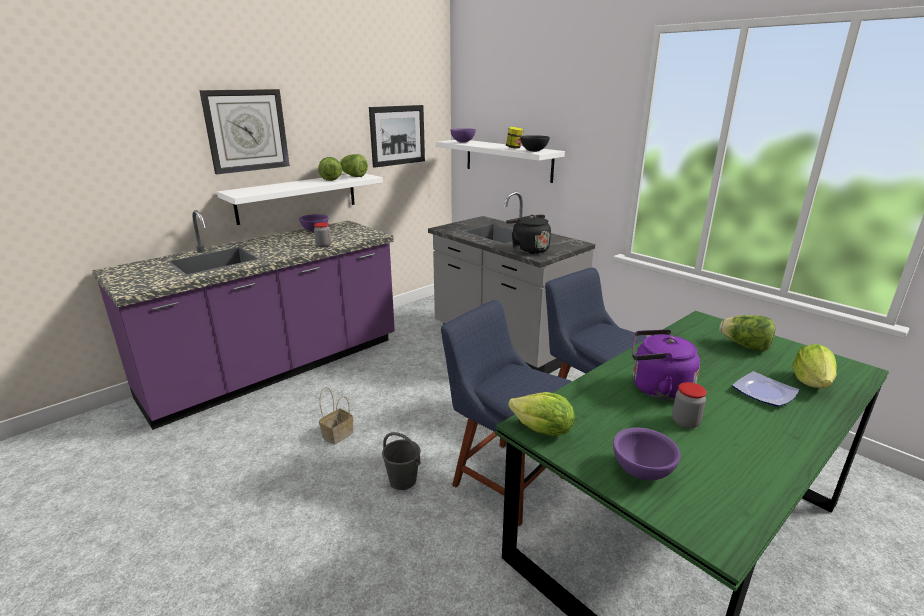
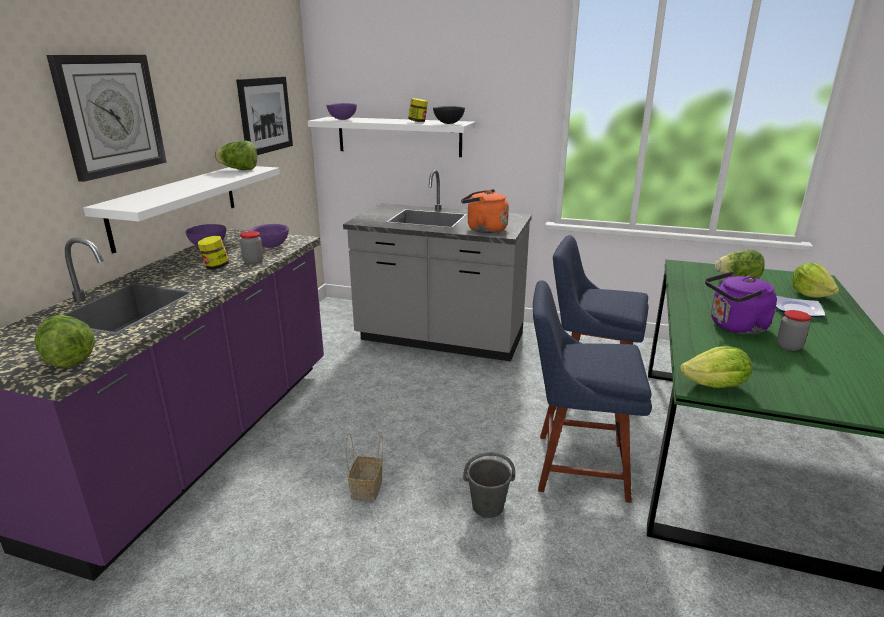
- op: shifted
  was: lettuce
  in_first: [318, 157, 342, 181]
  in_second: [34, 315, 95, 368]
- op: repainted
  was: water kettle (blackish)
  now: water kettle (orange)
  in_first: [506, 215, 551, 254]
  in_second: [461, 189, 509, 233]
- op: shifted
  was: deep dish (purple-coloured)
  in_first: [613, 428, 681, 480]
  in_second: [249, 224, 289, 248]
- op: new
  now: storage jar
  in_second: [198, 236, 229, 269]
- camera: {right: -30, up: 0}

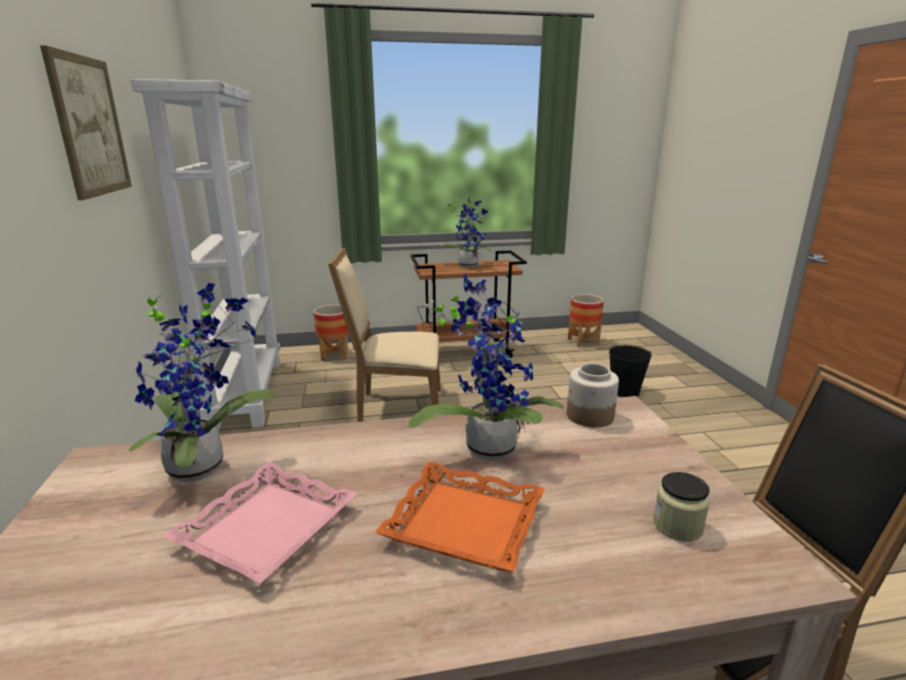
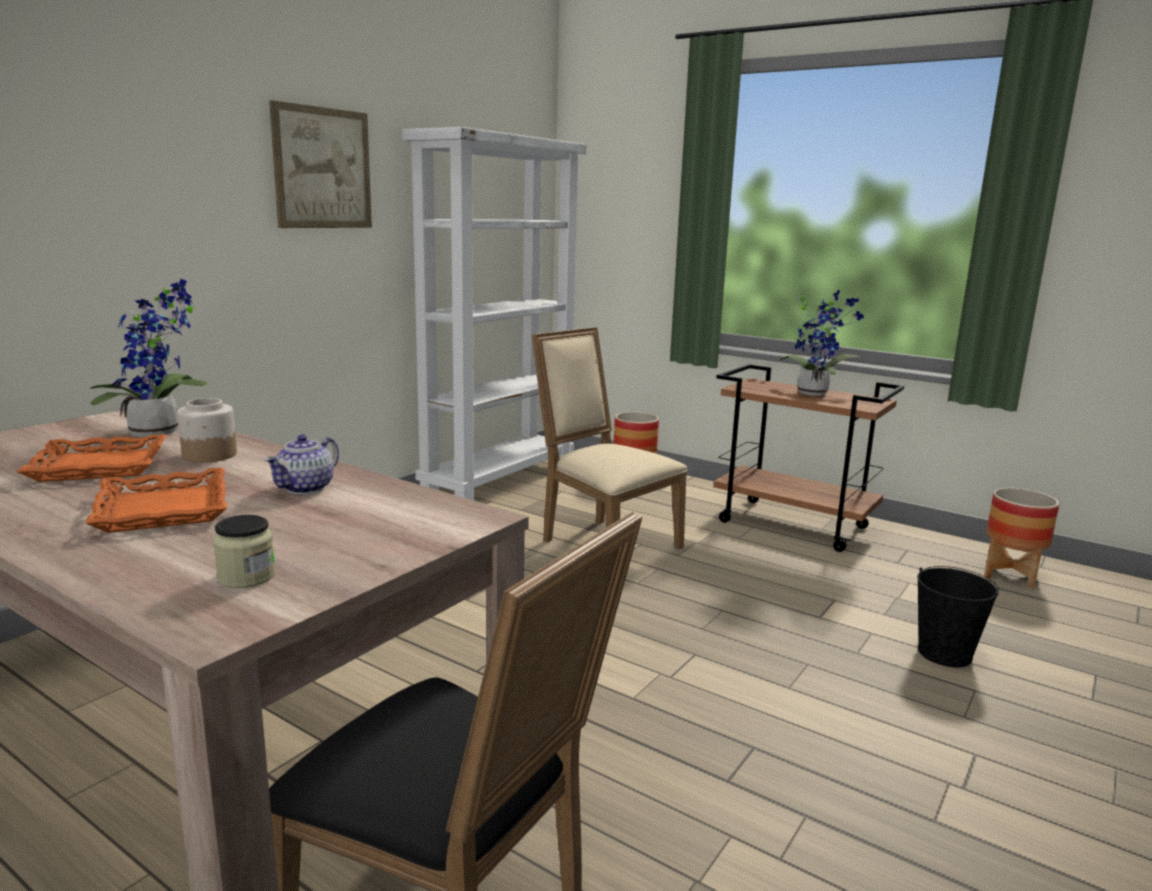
- op: swapped
  was: houseplant
  now: pot for tea
  in_first: [409, 274, 564, 461]
  in_second: [264, 435, 339, 494]
- op: shifted
  was: storage jar
  in_first: [567, 364, 619, 427]
  in_second: [177, 398, 237, 463]
- op: repainted
  was: tray (pinkish)
  now: tray (orange)
  in_first: [163, 462, 358, 583]
  in_second: [17, 434, 167, 482]
- camera: {right: 45, up: -5}

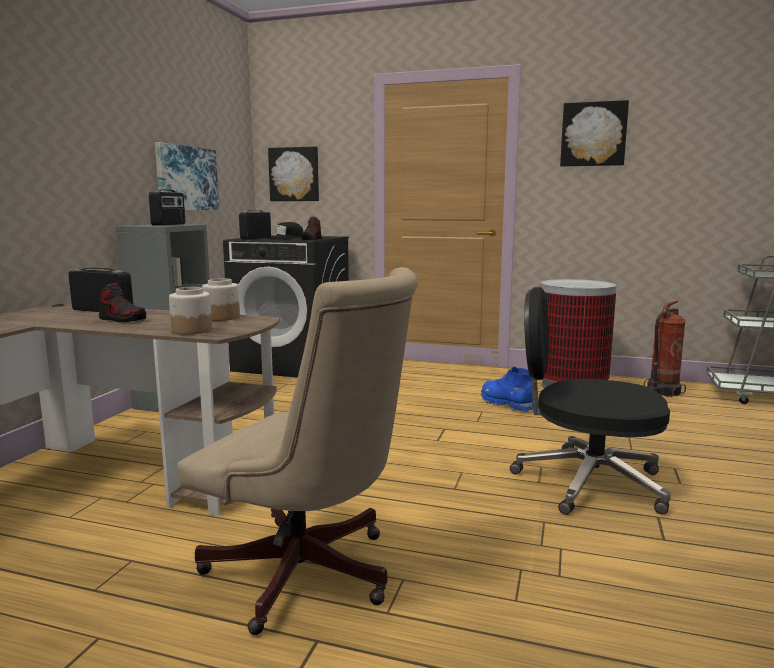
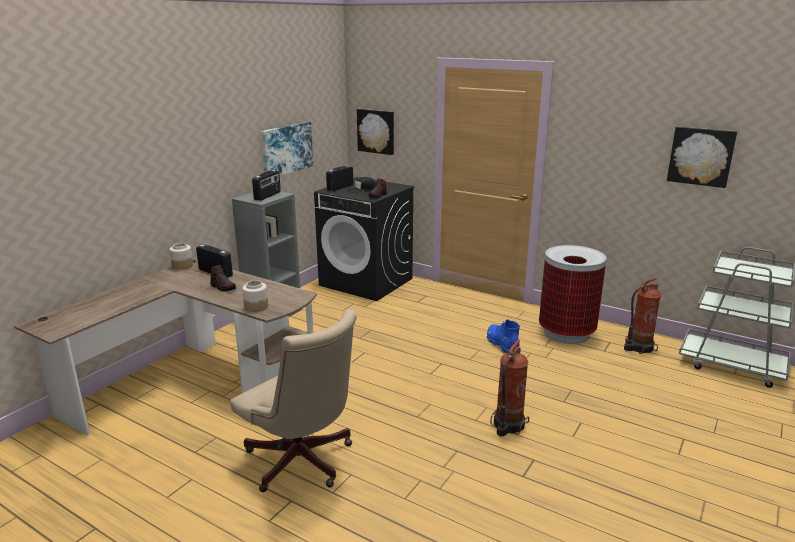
- op: shifted
  was: wall picture
  in_first: [560, 100, 629, 166]
  in_second: [667, 127, 737, 188]
- op: shifted
  was: storage jar
  in_first: [202, 278, 240, 321]
  in_second: [169, 243, 193, 269]
- op: swapped
  was: office chair (blackish)
  now: extinguisher
  in_first: [510, 287, 671, 515]
  in_second: [490, 340, 529, 437]
- camera: {right: 15, up: 10}

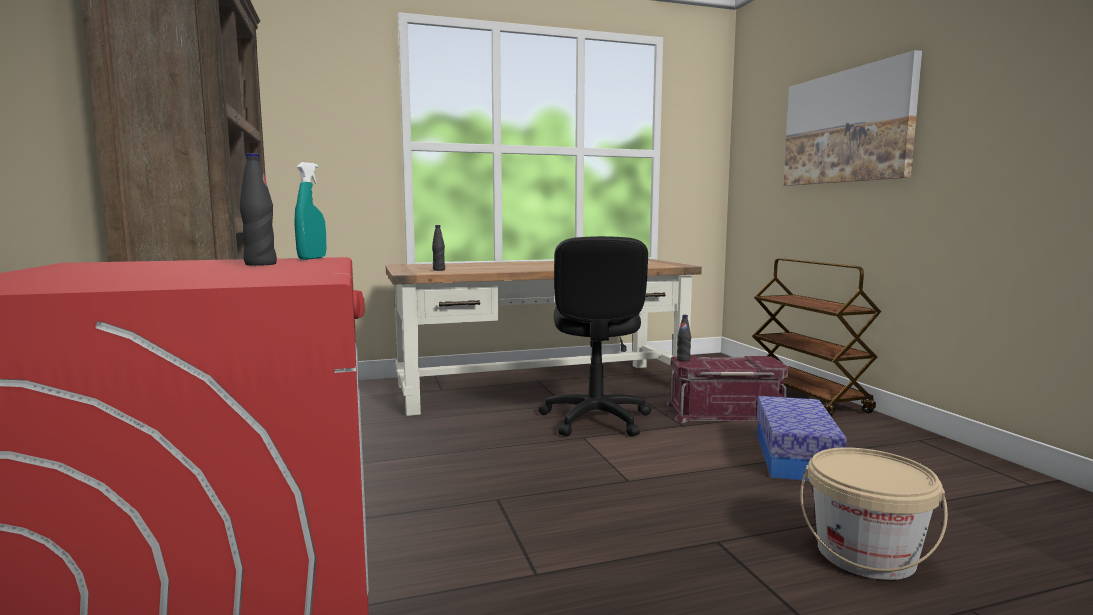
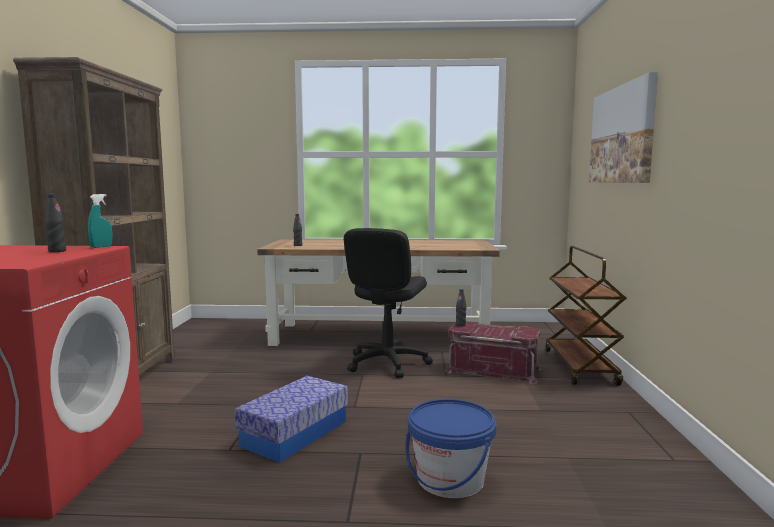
- op: shifted
  was: storage container
  in_first: [757, 396, 847, 481]
  in_second: [235, 376, 348, 462]
- op: repainted
  was: pail (beige)
  now: pail (blue)
  in_first: [800, 447, 948, 580]
  in_second: [405, 399, 496, 498]
- camera: {right: 20, up: 0}

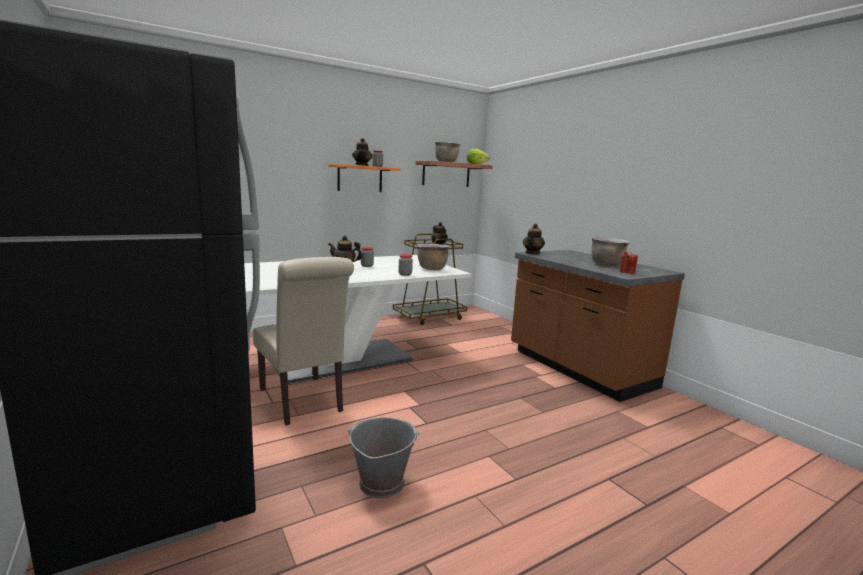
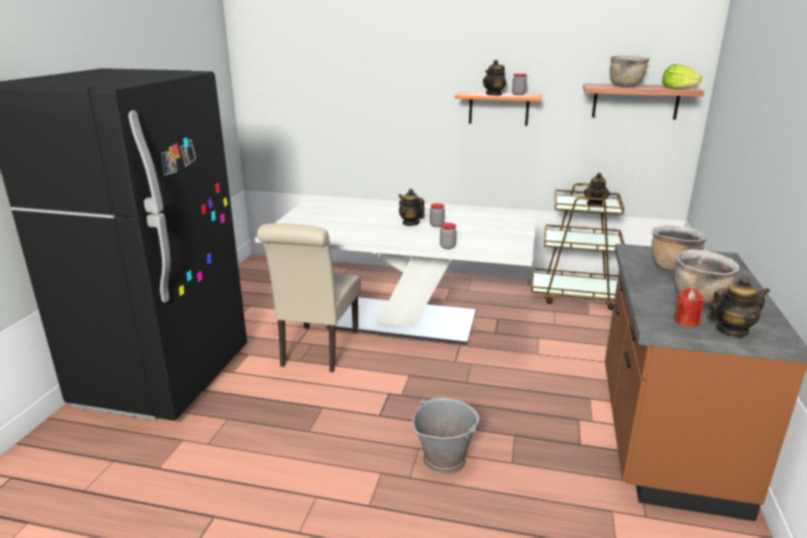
- op: shifted
  was: pot for tea
  in_first: [523, 223, 545, 254]
  in_second: [707, 276, 770, 337]
- op: shifted
  was: cooking pot (brown-coloured)
  in_first: [417, 244, 450, 270]
  in_second: [651, 225, 707, 272]
- op: shifted
  was: pail (greyish)
  in_first: [347, 417, 420, 498]
  in_second: [413, 398, 479, 475]
- camera: {right: 45, up: 10}

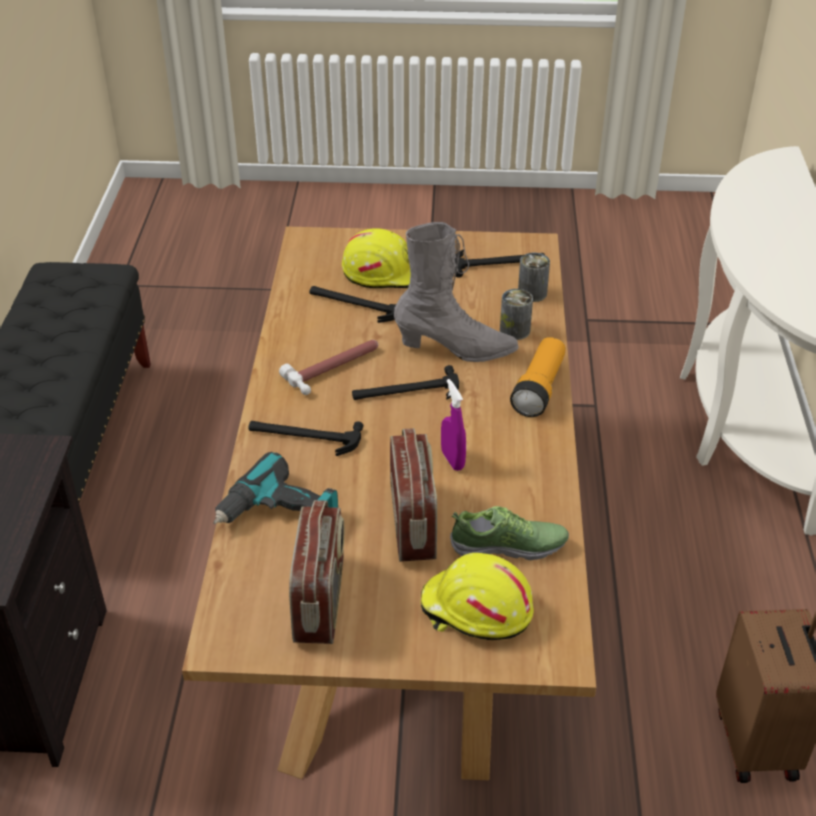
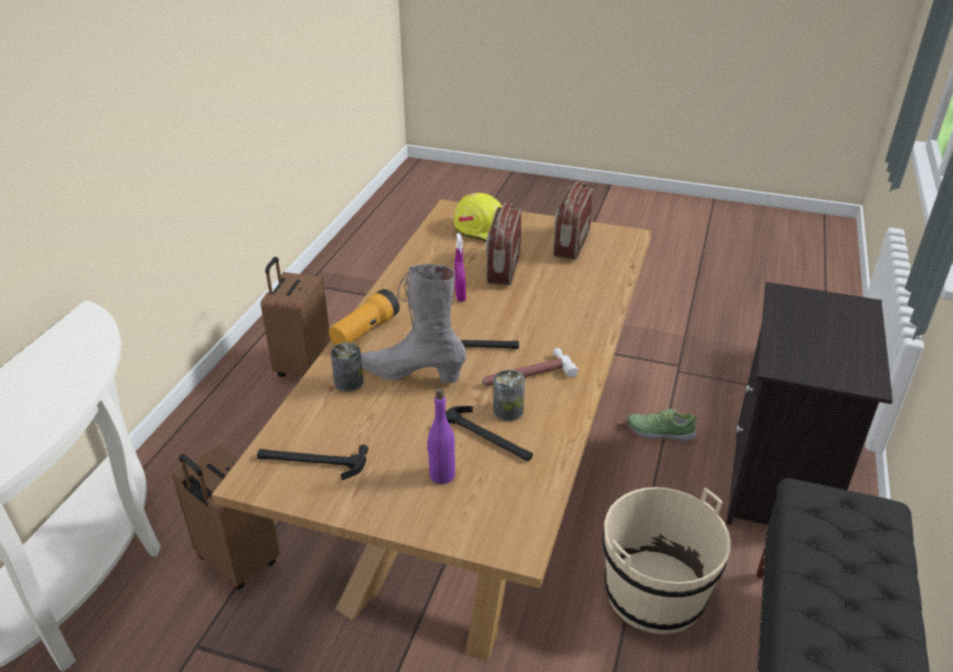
- op: swapped
  was: hard hat (yellow-coloured)
  now: drink bottle (purple-coloured)
  in_first: [342, 228, 411, 288]
  in_second: [427, 388, 455, 484]
- op: shifted
  was: sealed can
  in_first: [518, 253, 550, 302]
  in_second: [493, 370, 525, 421]
- op: gone
  was: hammer
  in_first: [249, 421, 364, 456]
- op: gone
  was: electric drill
  in_first: [213, 452, 338, 524]
- op: shifted
  was: low shoe
  in_first: [450, 506, 569, 560]
  in_second: [627, 408, 698, 442]
- op: new
  now: suitcase (brown-coloured)
  in_second: [172, 445, 280, 590]
- op: new
  now: pail (beige)
  in_second: [602, 487, 731, 634]
- camera: {right: -165, up: -5}

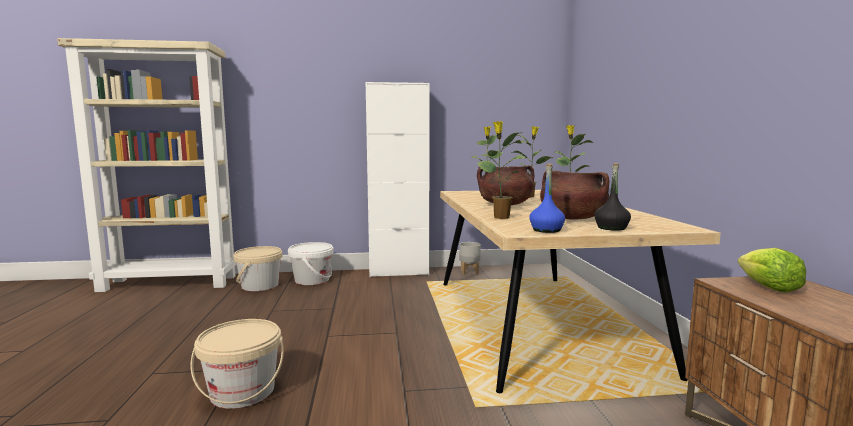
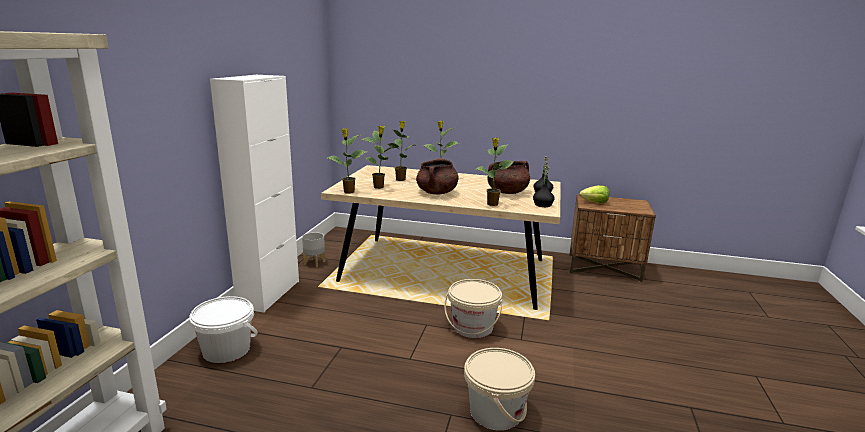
- op: repainted
  was: drink bottle (blue)
  now: drink bottle (blackish)
  in_first: [529, 164, 565, 233]
  in_second: [533, 165, 555, 207]
- op: shifted
  was: pail (beige)
  in_first: [233, 246, 283, 291]
  in_second: [444, 279, 502, 338]
- op: new
  now: houseplant
  in_second: [327, 128, 367, 194]
- camera: {right: -70, up: 10}

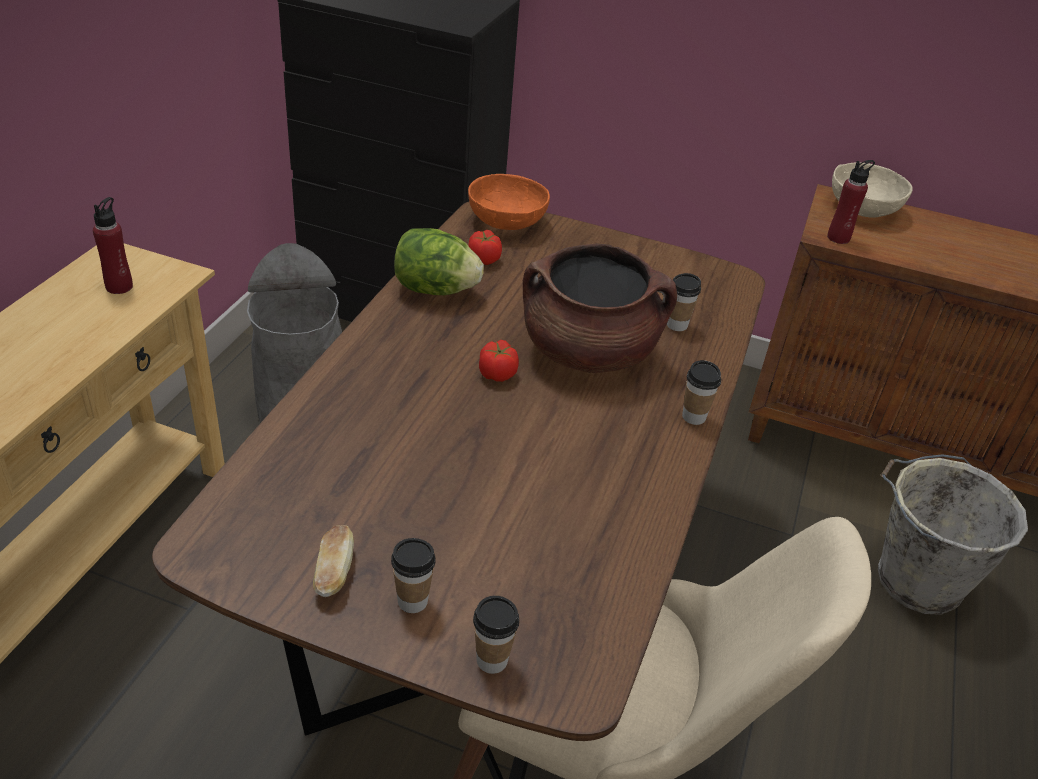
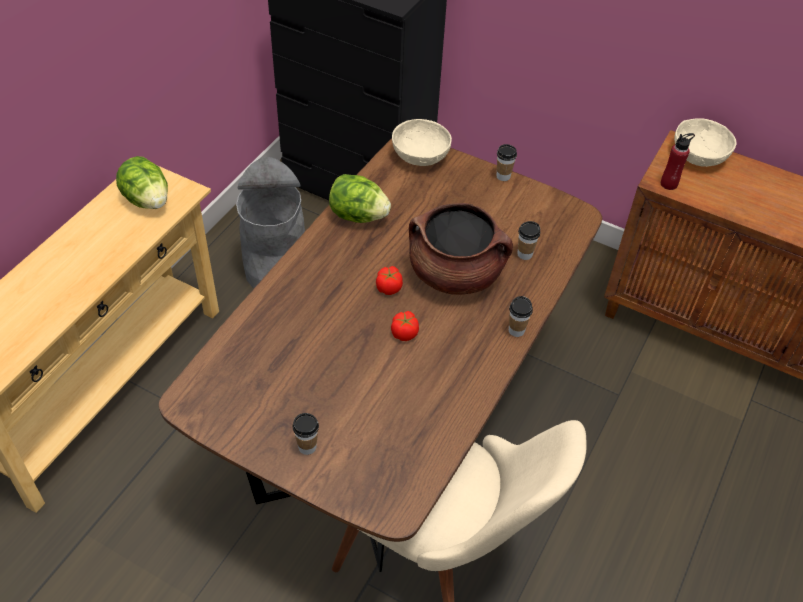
- op: repainted
  was: deep dish (orange)
  now: deep dish (beige)
  in_first: [468, 174, 550, 230]
  in_second: [392, 119, 452, 166]
- op: swapped
  was: drink bottle (red-coloured)
  now: lettuce
  in_first: [93, 197, 133, 294]
  in_second: [116, 156, 168, 209]
- op: shifted
  was: fresh tomato
  in_first: [468, 230, 502, 265]
  in_second: [391, 311, 419, 341]
- op: gone
  was: pail (greyish)
  in_first: [878, 454, 1028, 615]
- op: gone
  was: baked bread
  in_first: [313, 525, 354, 597]
- op: shifted
  was: cup
  in_first: [473, 596, 519, 674]
  in_second: [497, 144, 517, 181]
- camera: {right: 10, up: 10}

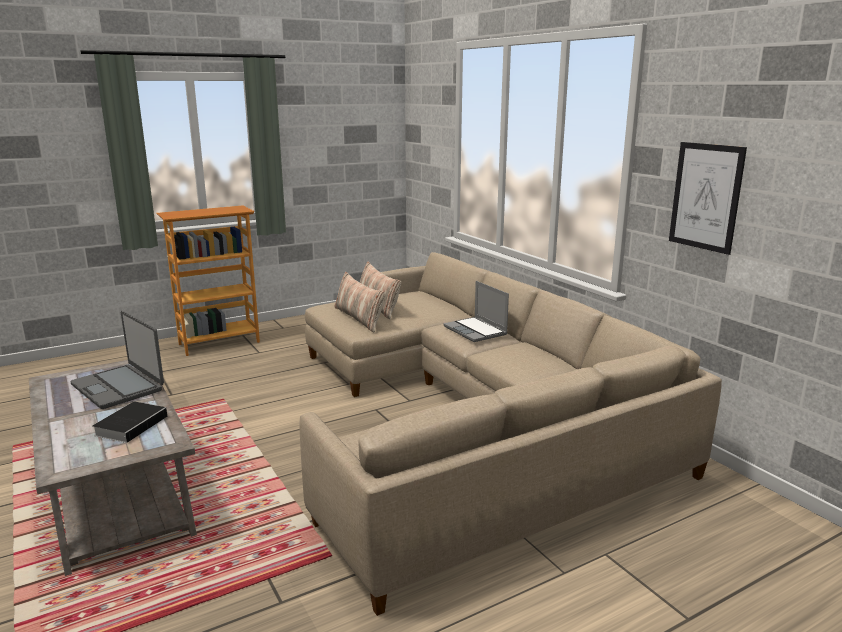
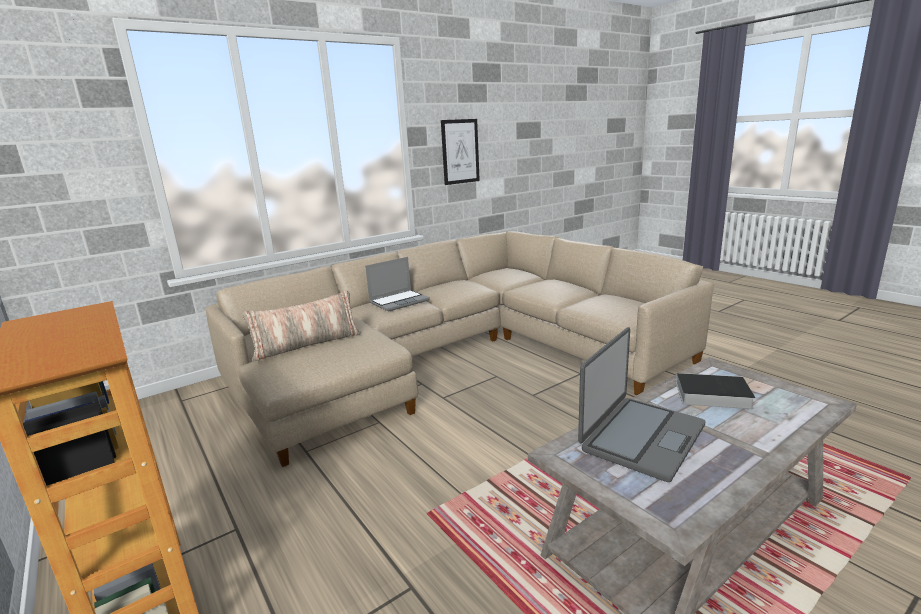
- op: gone
  was: cushion
  in_first: [334, 272, 385, 332]
- camera: {right: -95, up: 0}

